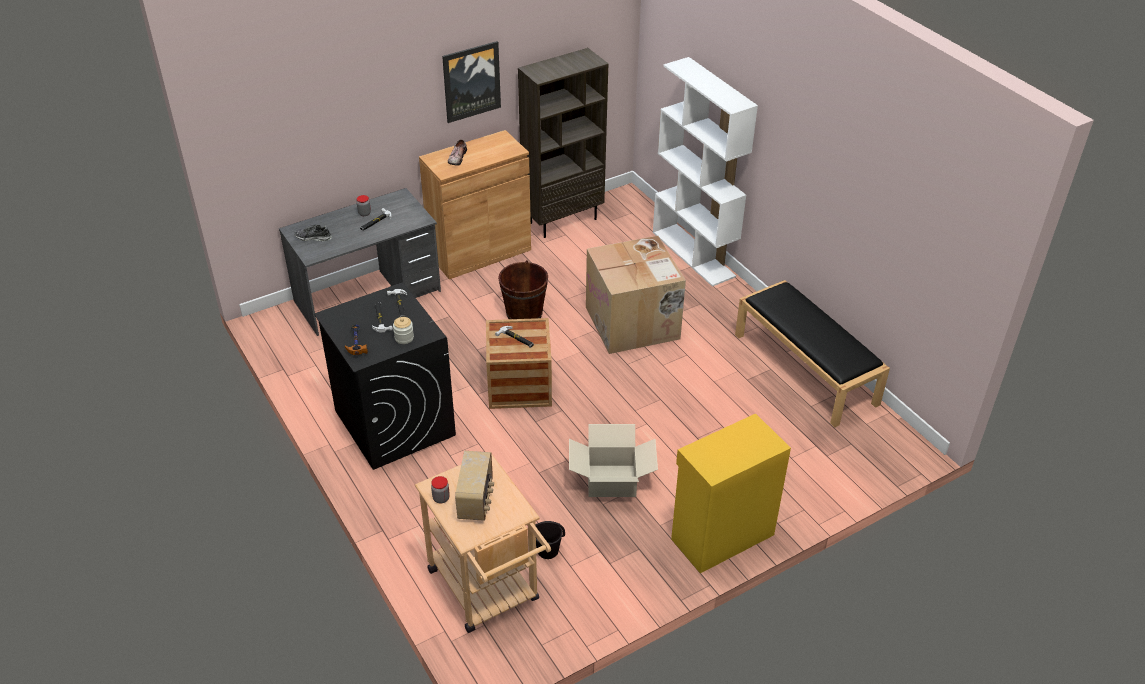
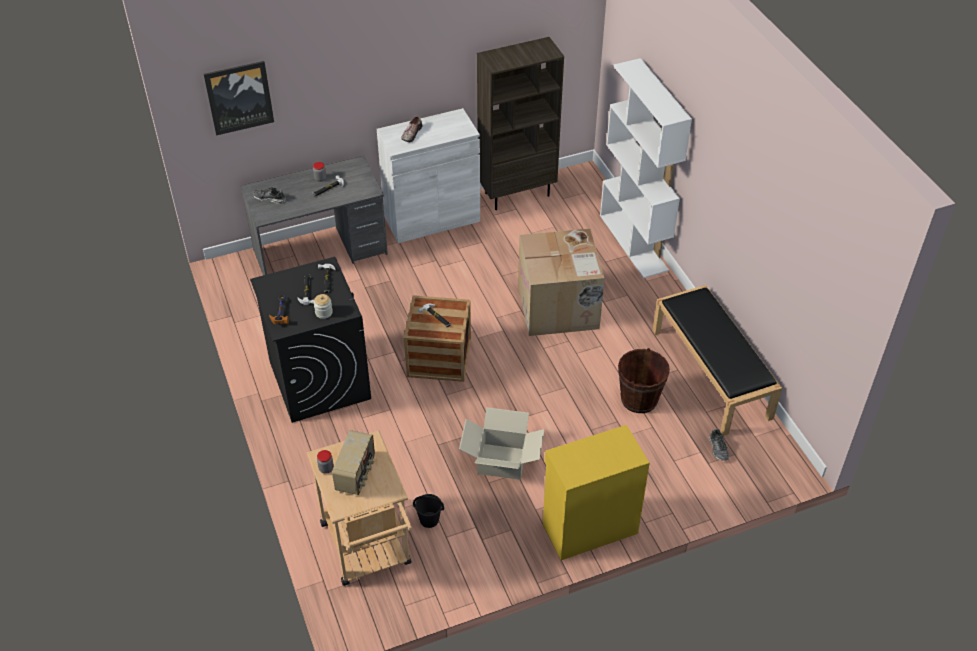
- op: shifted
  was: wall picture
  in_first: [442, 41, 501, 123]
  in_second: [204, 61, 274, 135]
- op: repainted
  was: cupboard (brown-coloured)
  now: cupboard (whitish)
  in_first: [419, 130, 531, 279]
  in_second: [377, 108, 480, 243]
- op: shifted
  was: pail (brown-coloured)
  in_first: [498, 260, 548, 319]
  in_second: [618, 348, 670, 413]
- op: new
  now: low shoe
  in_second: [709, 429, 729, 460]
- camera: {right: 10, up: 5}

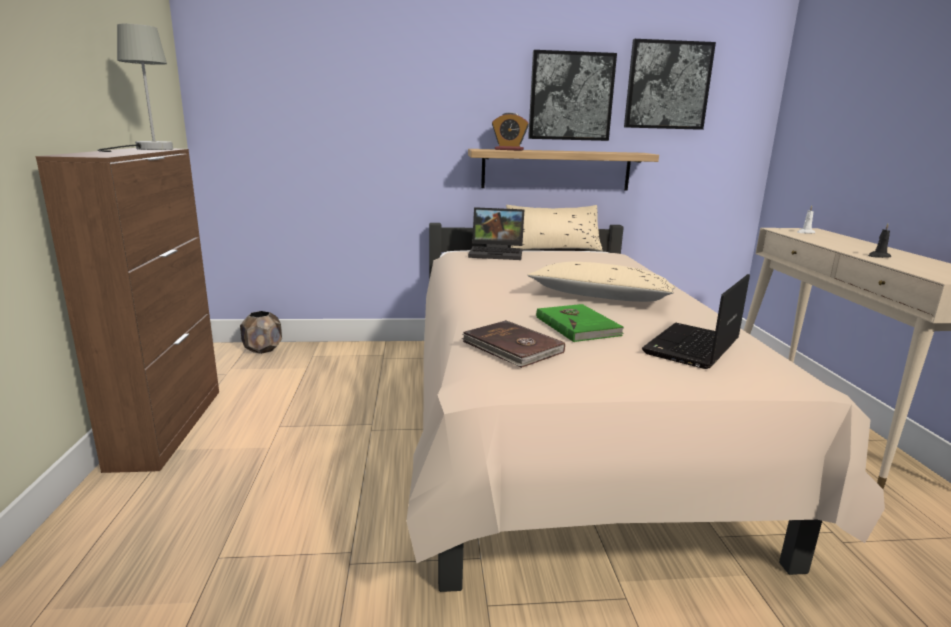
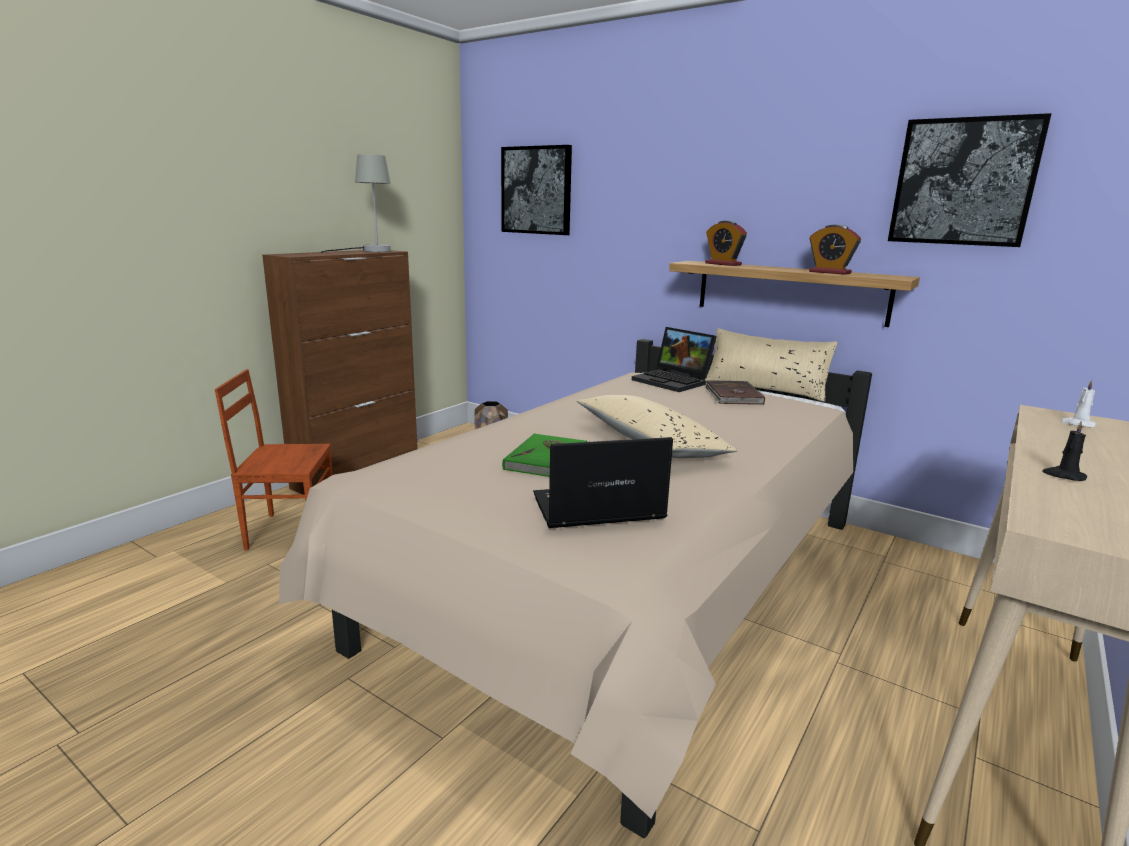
- op: shifted
  was: wall picture
  in_first: [528, 50, 617, 141]
  in_second: [501, 145, 572, 235]
- op: shifted
  was: volume (brown-coloured)
  in_first: [462, 320, 565, 368]
  in_second: [705, 380, 765, 405]
- op: new
  now: alarm clock
  in_second: [809, 224, 861, 275]
- op: new
  now: chair (brown-coloured)
  in_second: [215, 369, 332, 550]
- camera: {right: 40, up: 0}

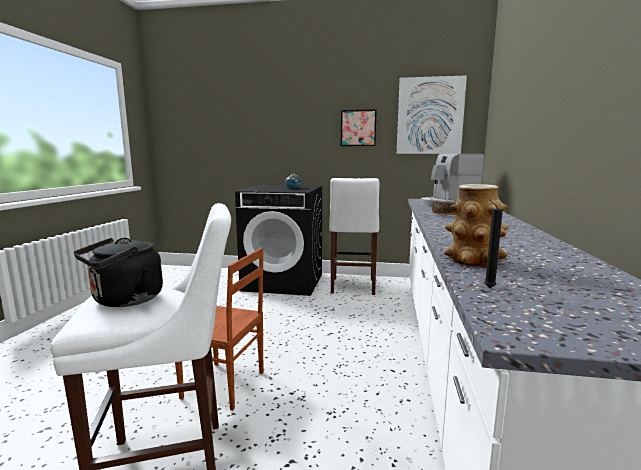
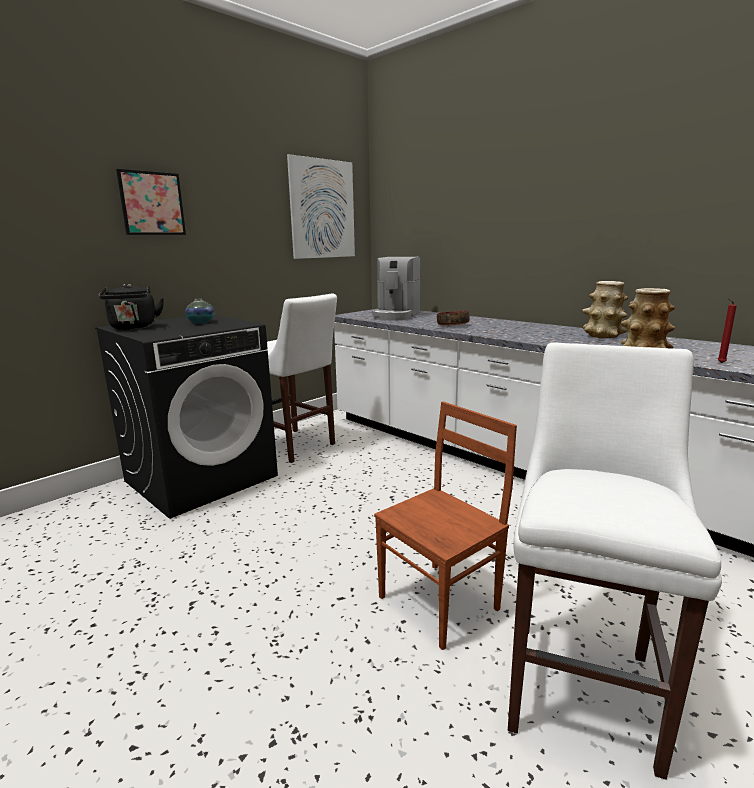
- op: shifted
  was: wall picture
  in_first: [341, 109, 377, 146]
  in_second: [116, 169, 186, 235]
- op: repainted
  was: wax light (blackish)
  now: wax light (red-coloured)
  in_first: [484, 199, 503, 288]
  in_second: [717, 299, 737, 363]
- op: shifted
  was: water kettle (blackish)
  in_first: [74, 237, 163, 307]
  in_second: [99, 284, 164, 330]
- op: new
  now: vase
  in_second: [582, 281, 628, 338]
- camera: {right: -55, up: 5}

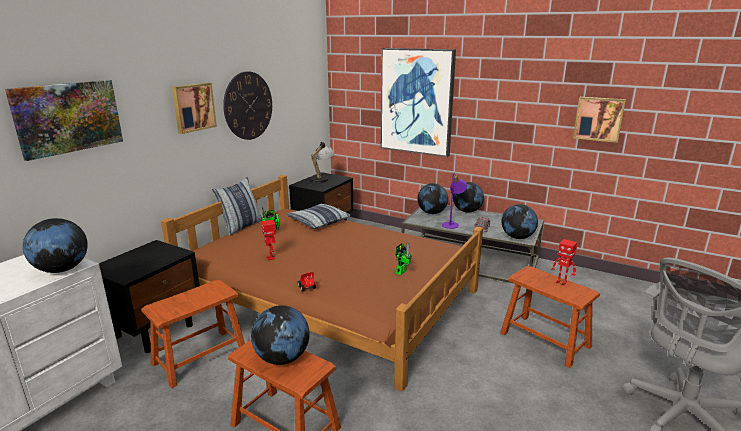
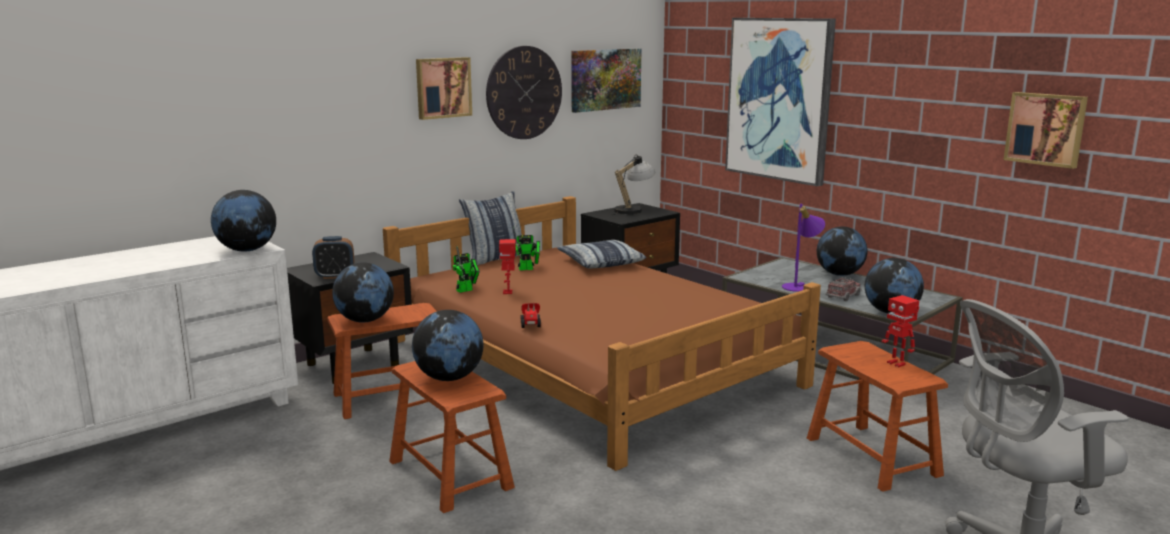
- op: shifted
  was: wall picture
  in_first: [5, 80, 123, 161]
  in_second: [571, 48, 642, 113]
- op: shifted
  was: globe
  in_first: [417, 183, 448, 214]
  in_second: [332, 262, 394, 323]
- op: shifted
  was: toy robot
  in_first: [395, 242, 412, 275]
  in_second: [453, 246, 480, 293]
- op: new
  now: alarm clock
  in_second: [312, 236, 354, 279]
- camera: {right: 20, up: -5}

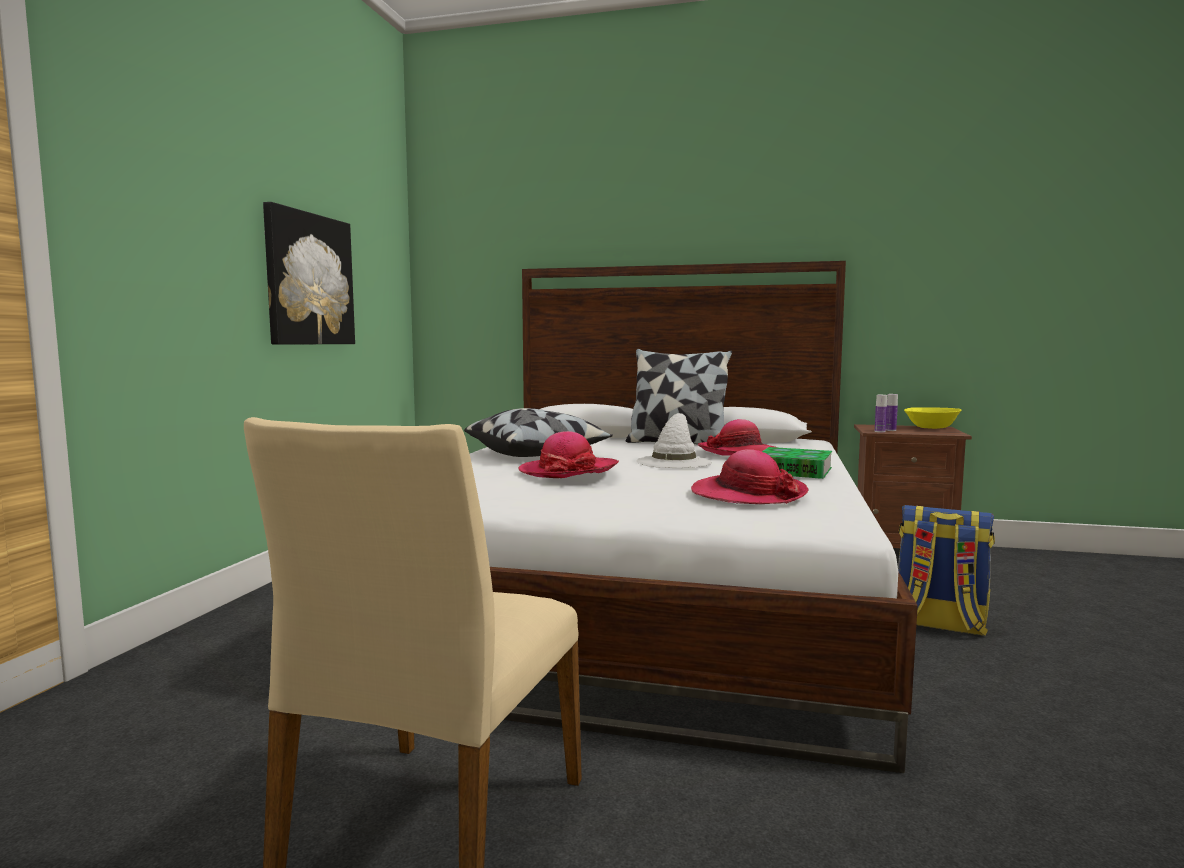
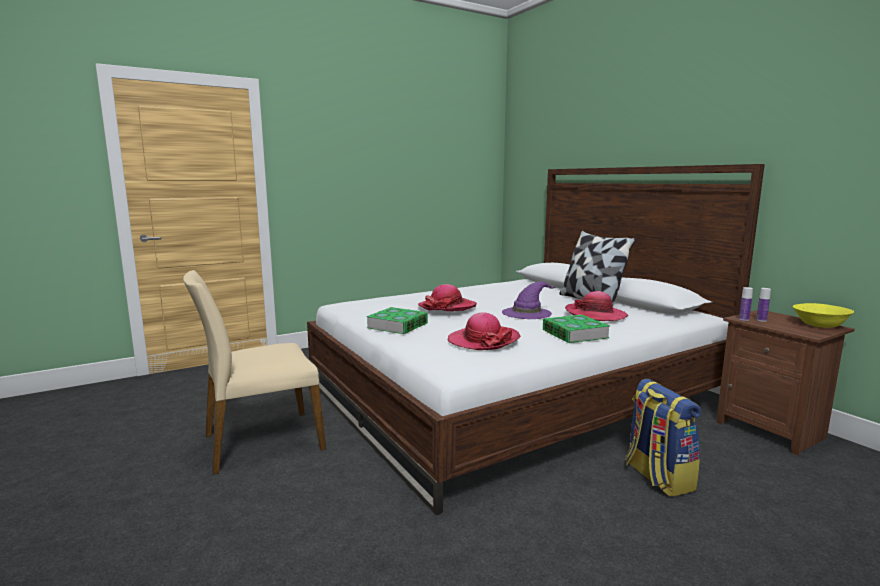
- op: gone
  was: wall picture
  in_first: [263, 202, 355, 345]
- op: gone
  was: cushion
  in_first: [464, 408, 613, 457]
- op: repainted
  was: hat (whitish)
  now: hat (purple-coloured)
  in_first: [636, 413, 712, 468]
  in_second: [502, 282, 556, 319]
- op: new
  now: volume
  in_second: [366, 307, 428, 334]
- camera: {right: 45, up: 5}

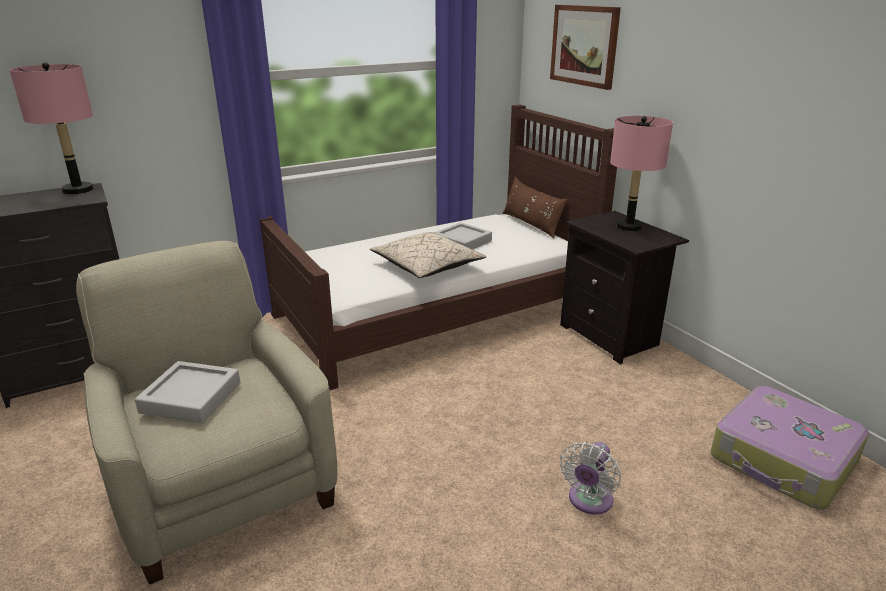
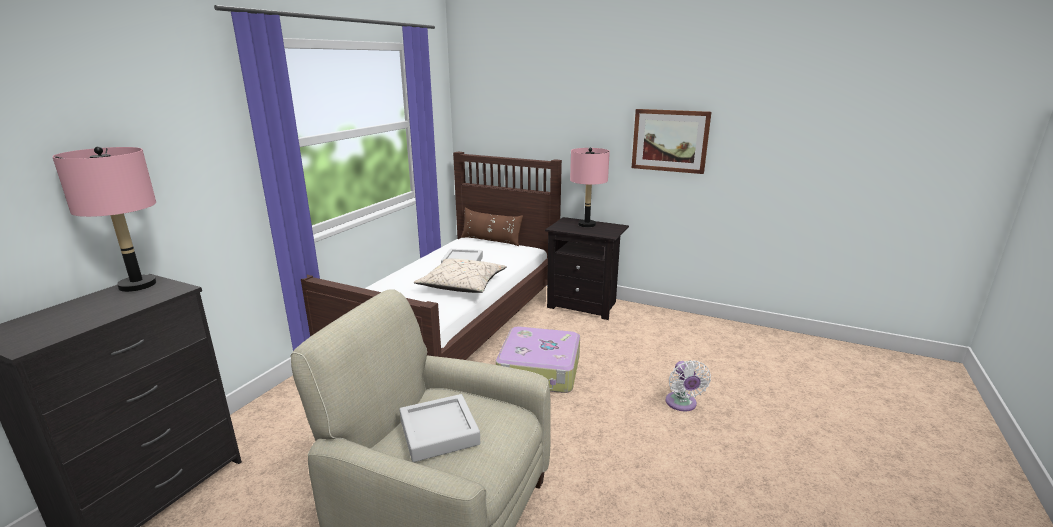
- op: shifted
  was: wall picture
  in_first: [550, 5, 621, 90]
  in_second: [632, 109, 711, 174]
- op: shifted
  was: suitcase
  in_first: [711, 386, 869, 510]
  in_second: [496, 327, 580, 393]
- camera: {right: -35, up: -5}

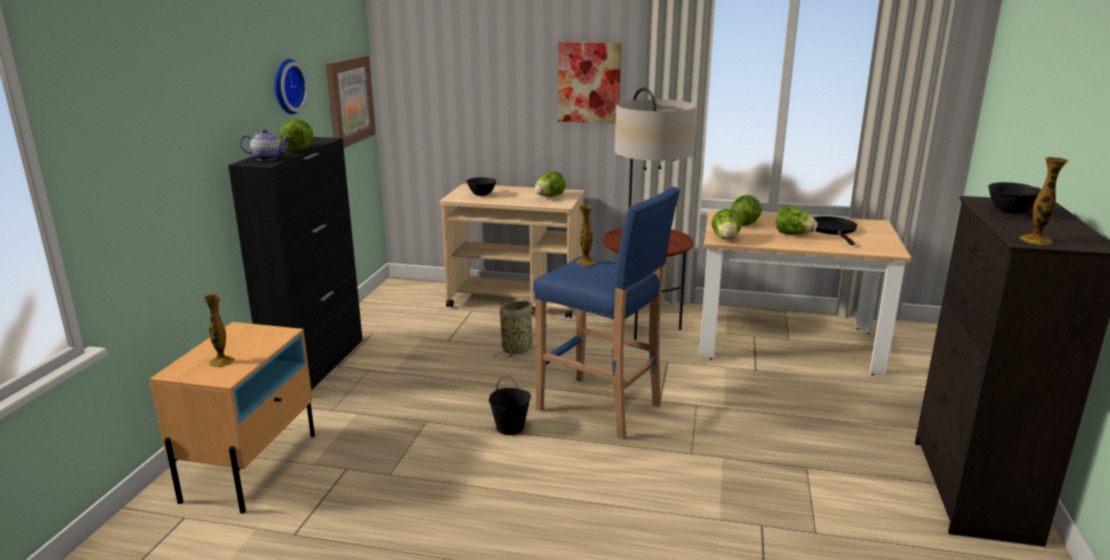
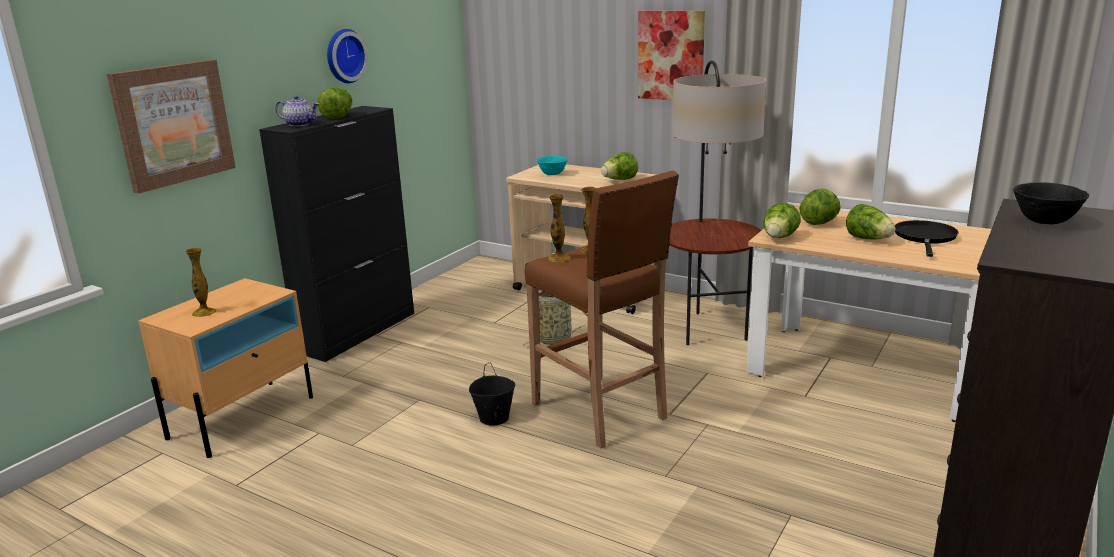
- op: shifted
  was: wall picture
  in_first: [326, 55, 376, 148]
  in_second: [107, 60, 236, 194]
- op: shifted
  was: vase
  in_first: [1020, 157, 1068, 245]
  in_second: [548, 194, 570, 262]
- op: repainted
  was: deep dish (blackish)
  now: deep dish (turquoise)
  in_first: [467, 177, 496, 196]
  in_second: [537, 156, 568, 175]
- op: repainted
  was: stool (blue)
  now: stool (brown-coloured)
  in_first: [533, 187, 680, 439]
  in_second: [524, 171, 679, 448]
- camera: {right: 20, up: 0}

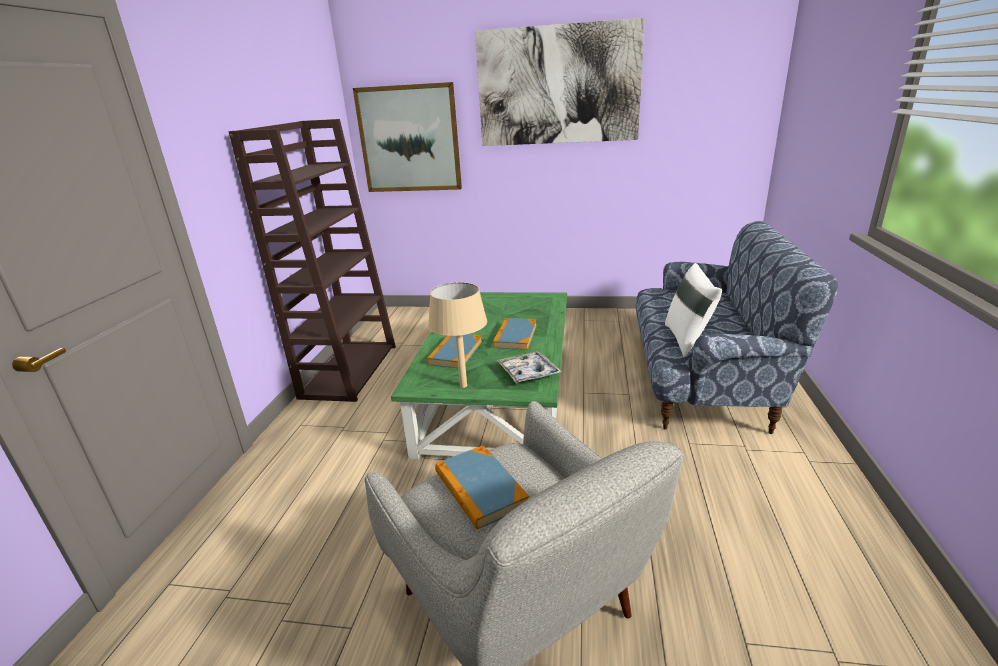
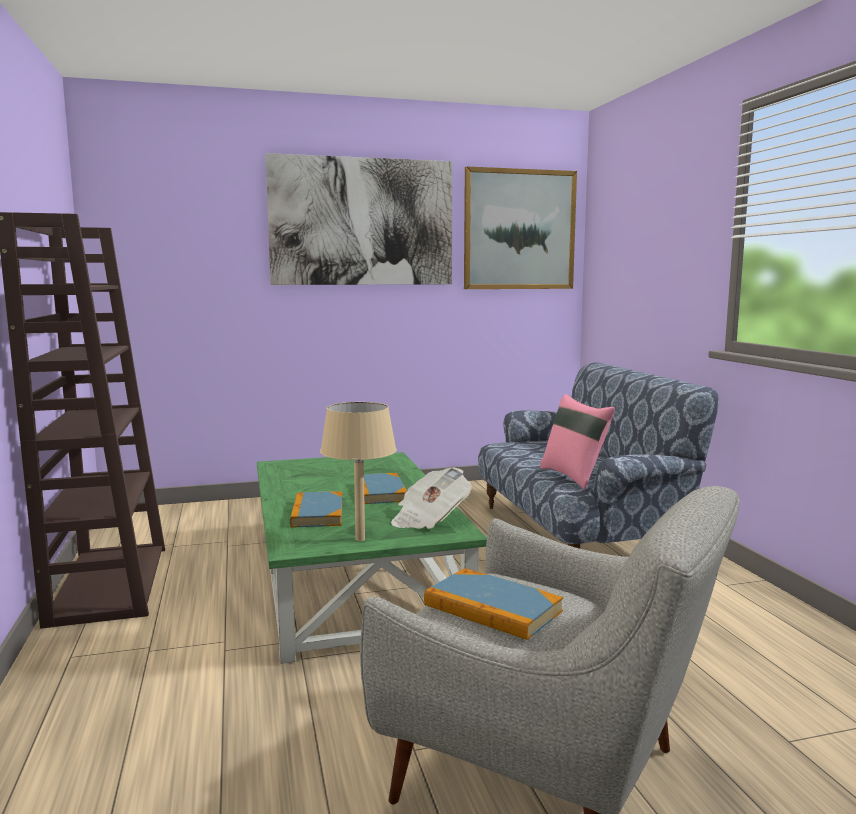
- op: shifted
  was: wall picture
  in_first: [353, 82, 462, 192]
  in_second: [464, 166, 577, 289]
- op: repainted
  was: cushion (whitish)
  now: cushion (pinkish)
  in_first: [665, 263, 722, 357]
  in_second: [540, 394, 615, 489]
- op: swapped
  was: tray
  now: newspaper
  in_first: [497, 351, 562, 384]
  in_second: [391, 468, 472, 529]
- camera: {right: -25, up: -15}

